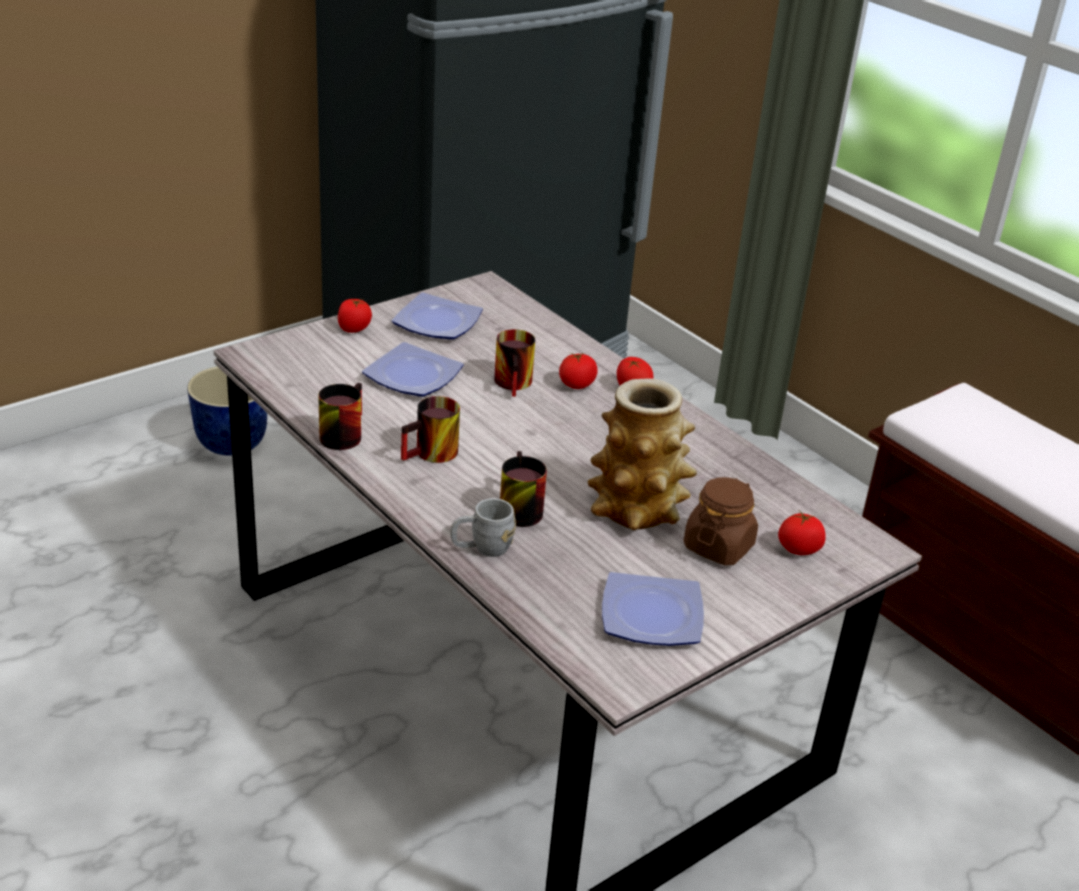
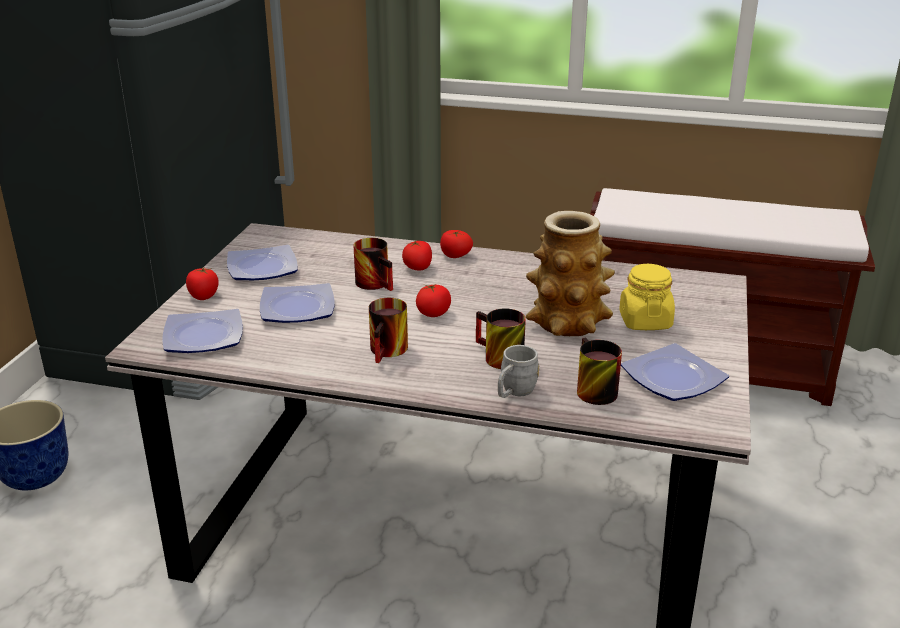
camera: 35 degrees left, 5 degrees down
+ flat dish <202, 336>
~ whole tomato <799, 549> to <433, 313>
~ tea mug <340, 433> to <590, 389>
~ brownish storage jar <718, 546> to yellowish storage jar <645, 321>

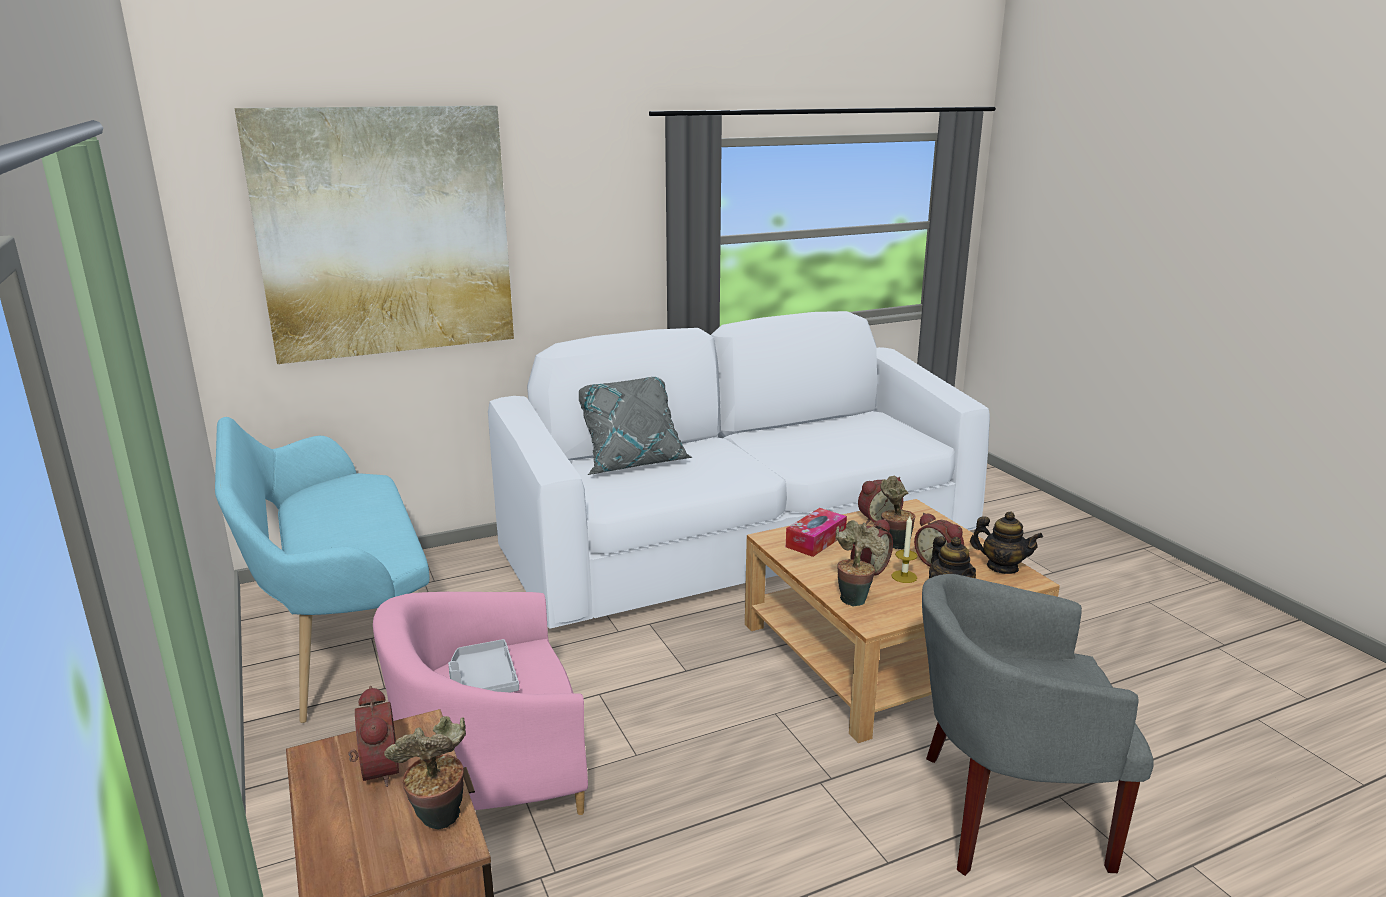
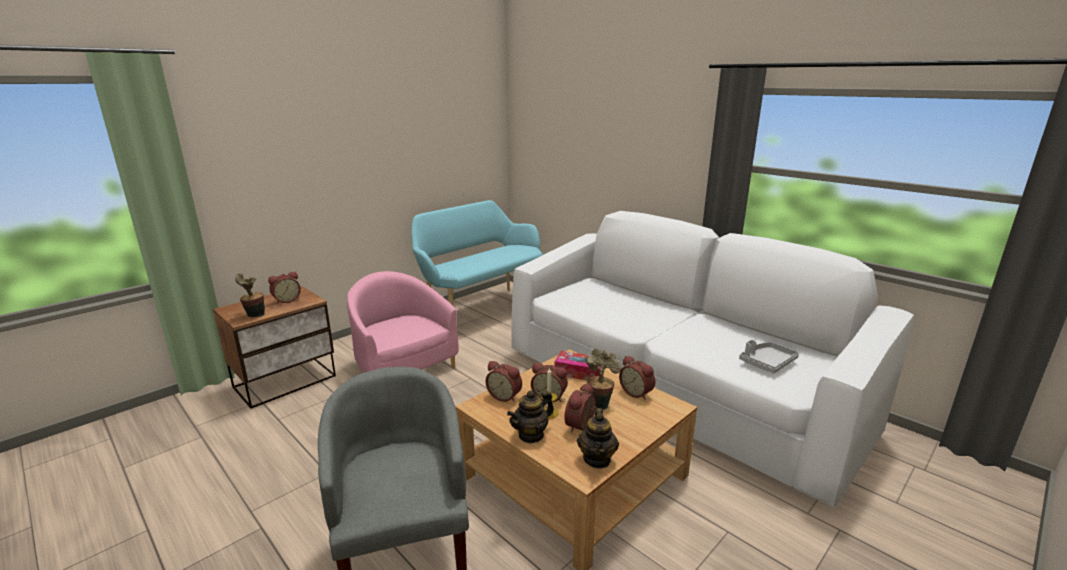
camera: 70 degrees right, 0 degrees up
~ plant in a pot <854, 598> to bedside clock <505, 396>
~ gray serving tray <482, 681> to <767, 363>
- picture <386, 233>
- gray throw pillow <631, 461>

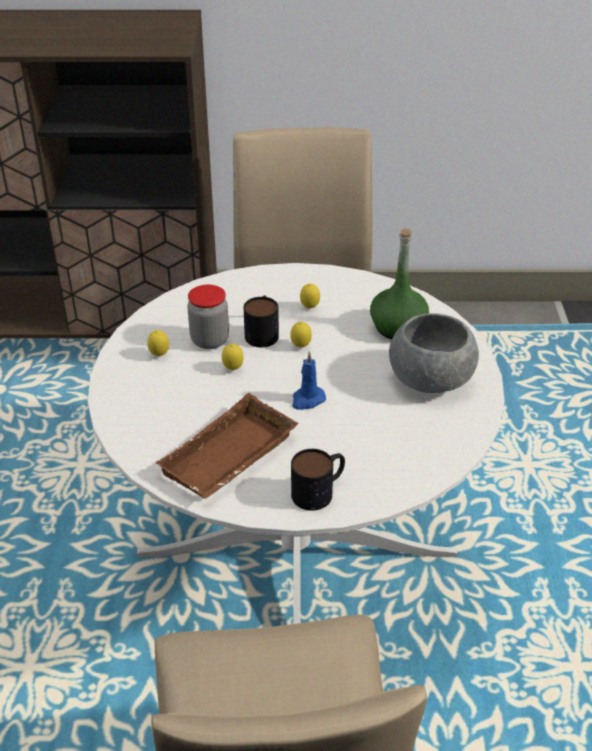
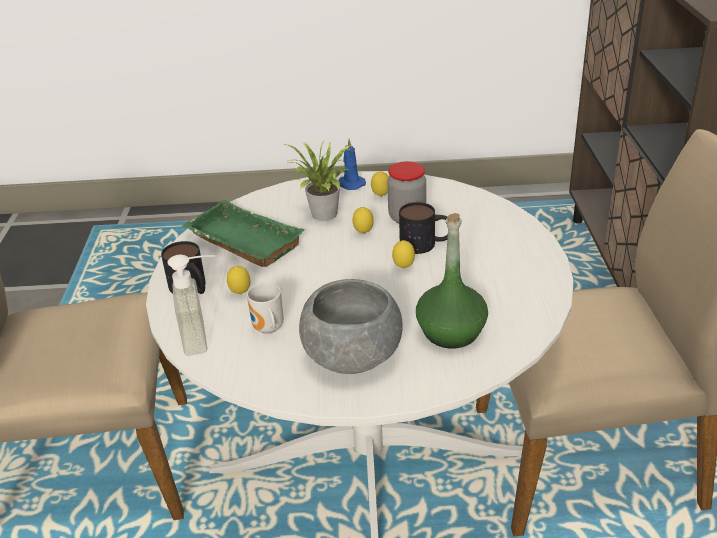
camera: 90 degrees right, 5 degrees down
+ soap bottle <205, 336>
~ brownish serving tray <230, 458> to greenish serving tray <240, 242>
~ whole lemon <309, 308> to <240, 293>
+ tea mug <267, 330>
+ plant in a pot <323, 216>
~ blue wax candle <307, 400> to <350, 184>

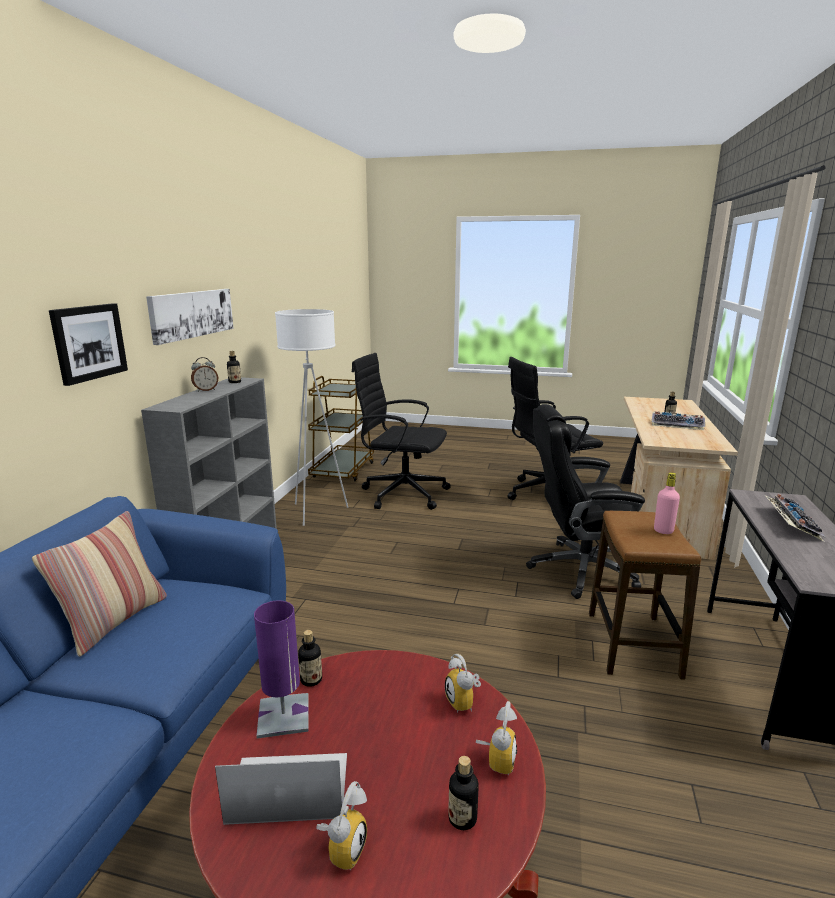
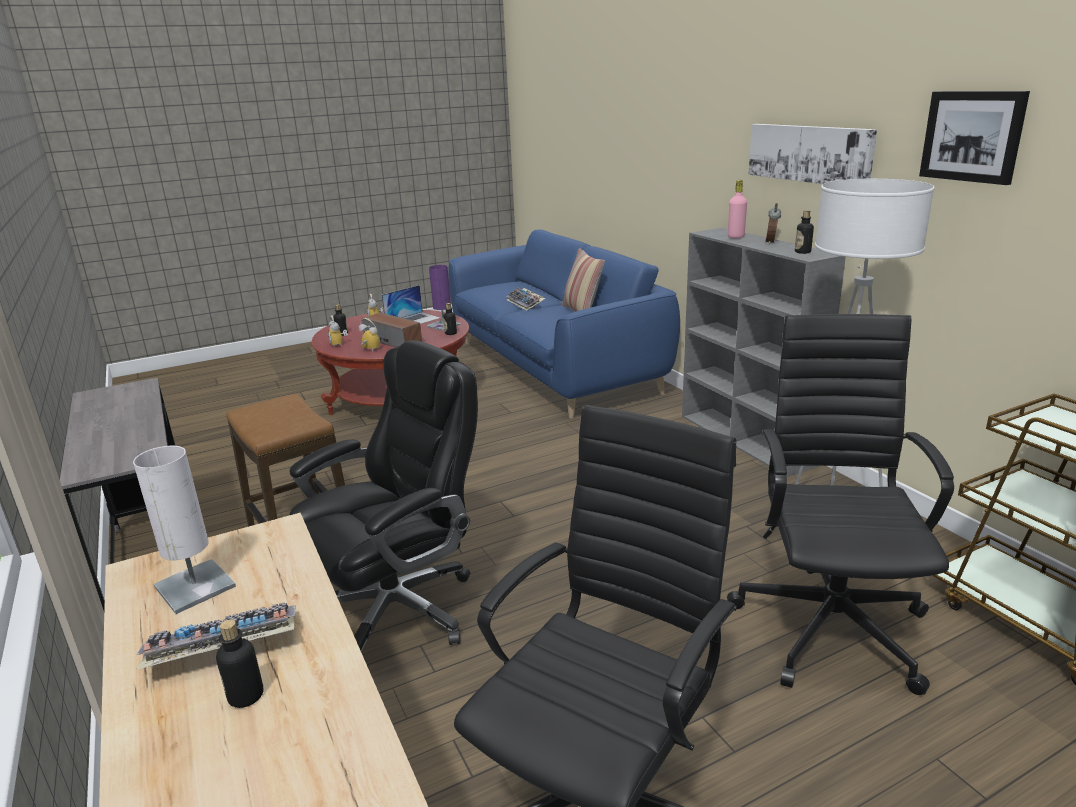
camera: 140 degrees right, 5 degrees up
+ whitish lamp for a table <195, 587>
+ speaker <393, 341>
~ computer keyboard <790, 522> to <526, 303>
~ black office chair <402, 493> = <830, 624> 60 degrees counterclockwise
~ pink-coloured beverage bottle <663, 531> to <735, 237>
~ picture <89, 342> to <972, 136>

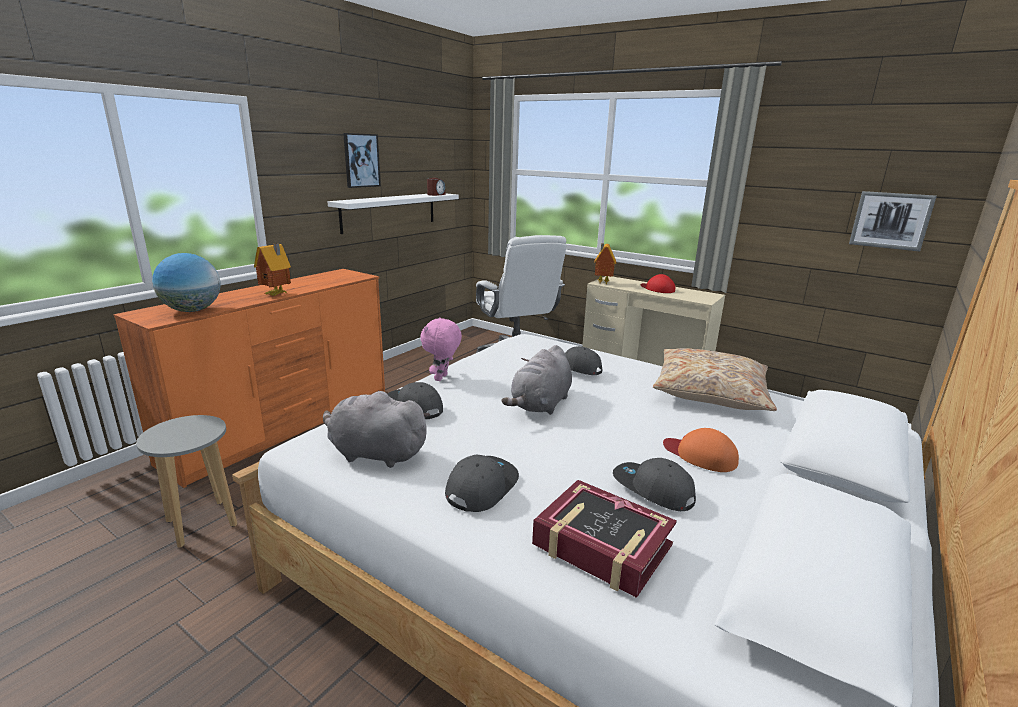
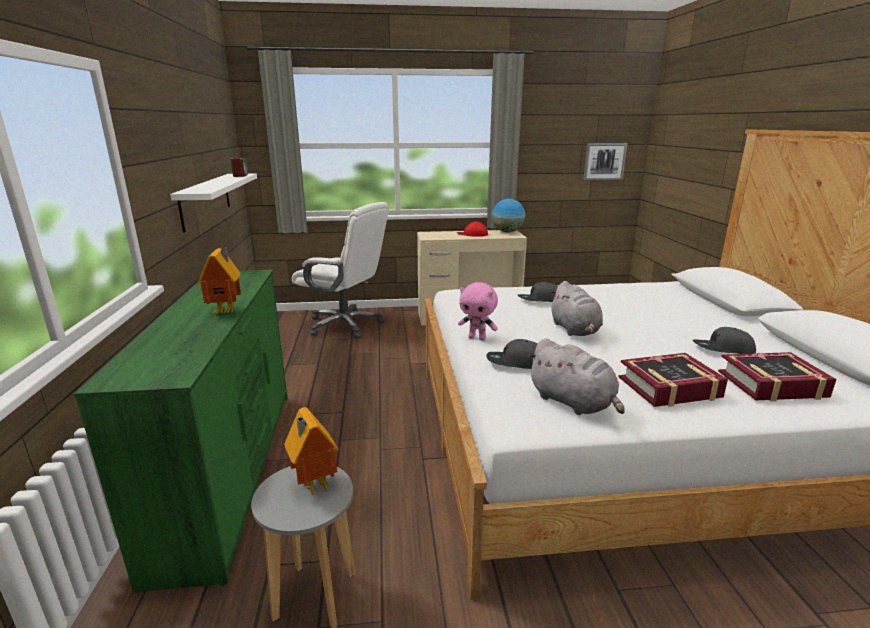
camera: 40 degrees left, 0 degrees up
~ orange drawer chest <285, 426> to greenish drawer chest <232, 470>
~ miniature house <602, 282> to <313, 485>
~ pink-coloured cuddly toy <442, 378> = <477, 338> 45 degrees counterclockwise
~ world globe <192, 310> to <507, 232>
~ gray cuddly toy <374, 454> = <573, 403> 105 degrees counterclockwise
~ gray baseball cap <481, 487> to volume <669, 388>
- picture <361, 160>
- beige-coloured throw pillow <710, 392>
- orange baseball cap <700, 455>

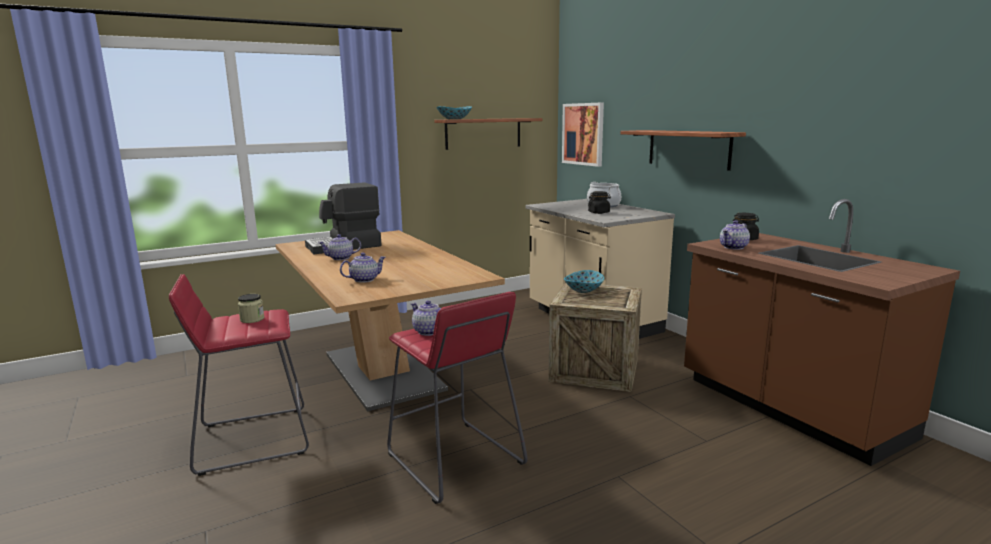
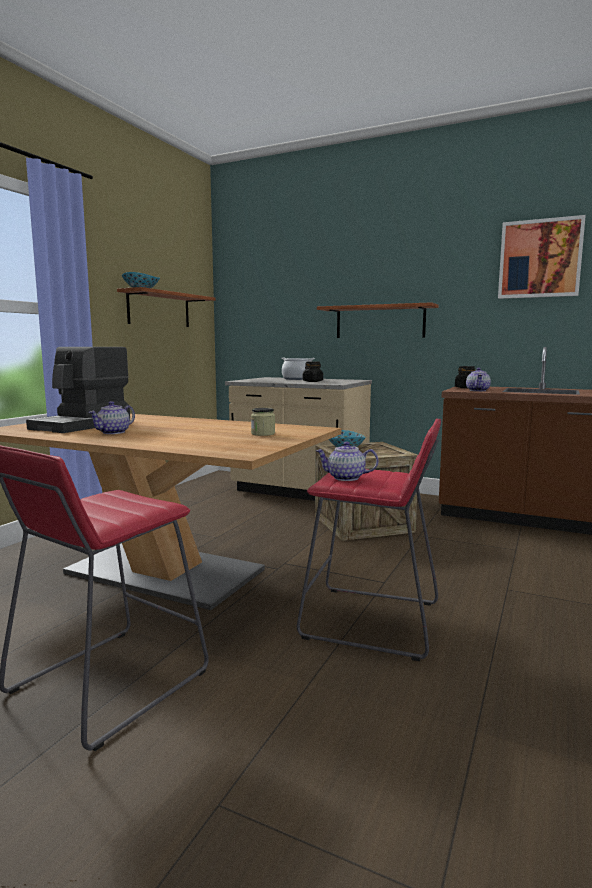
camera: 35 degrees left, 5 degrees down
~ storage jar <252, 319> to <263, 434>
~ picture <583, 134> to <540, 259>
- tea pot <364, 279>

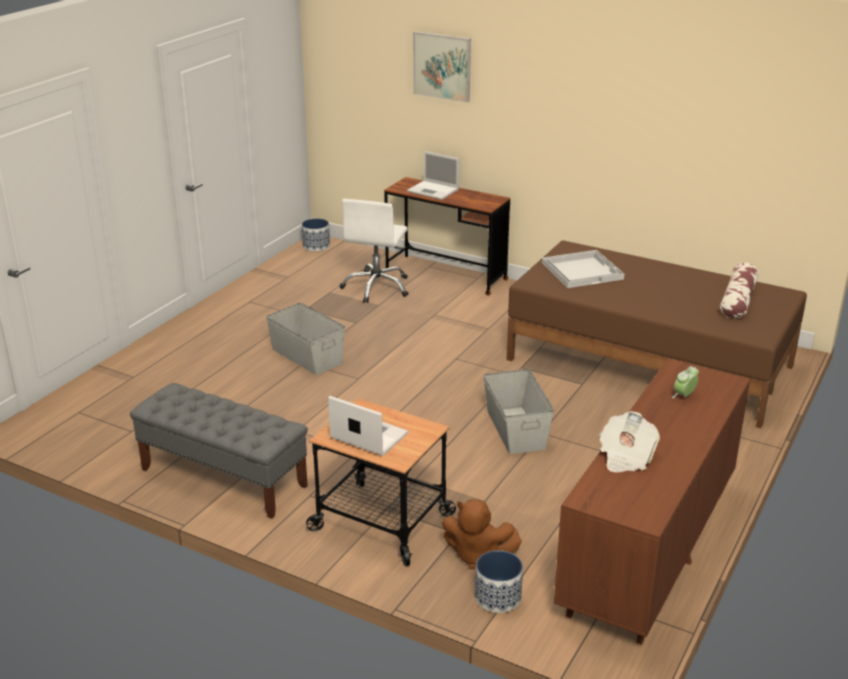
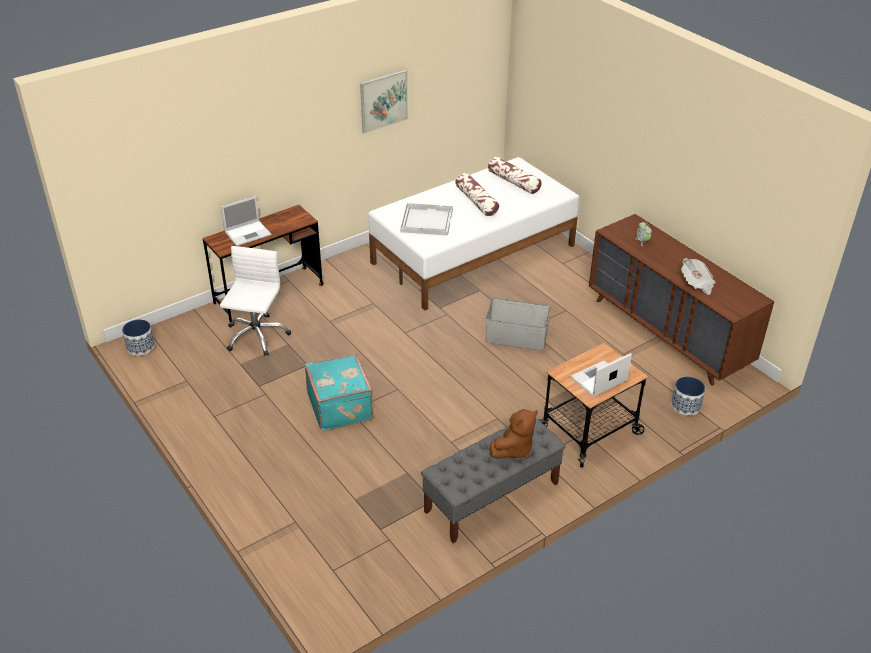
camera: 65 degrees left, 10 degrees up
~ whitish office chair <377, 287> = <256, 336> 120 degrees counterclockwise
~ gray storage bin <307, 356> to turquoise-coloured travel case <341, 406>
~ picture <442, 66> to <383, 101>
~ brownish bed <649, 363> to whitish bed <474, 254>
+ throw pillow <476, 201>
~ brownish cuddly toy <477, 555> to <514, 449>

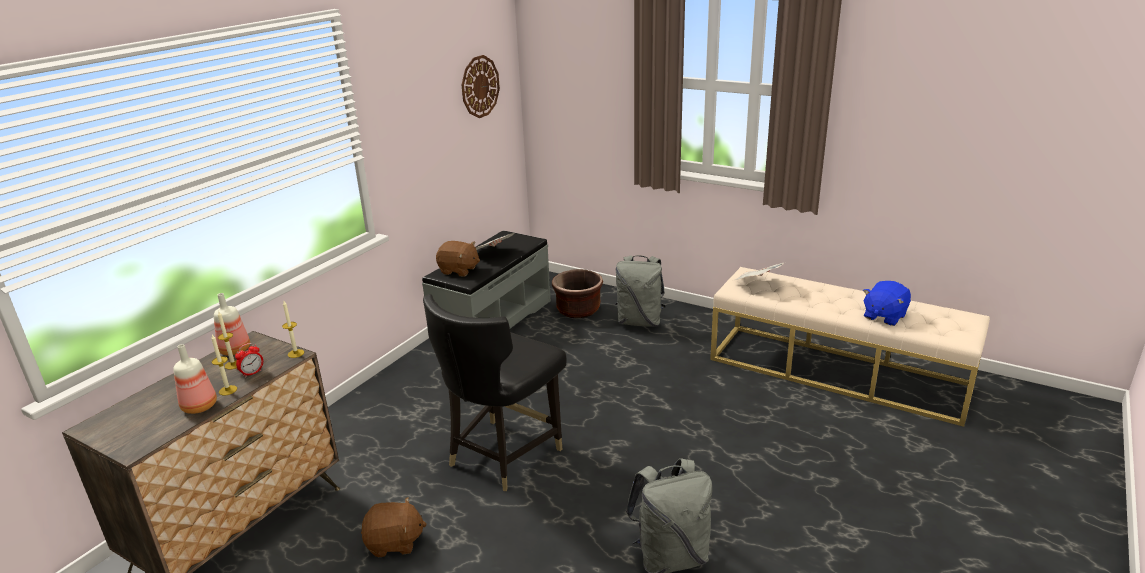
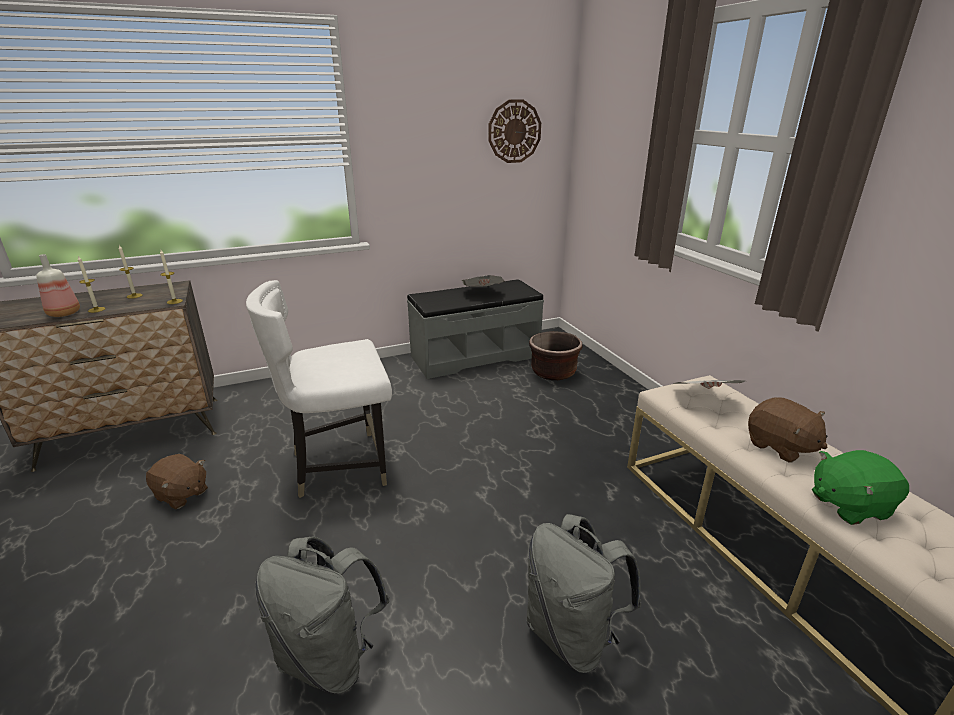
camera: 35 degrees right, 0 degrees up
~ black chair <503, 455> to whitish chair <339, 465>
~ gray backpack <640, 321> to <572, 635>
~ brownish cuddly toy <459, 270> to <780, 447>
~ blue cuddly toy <884, 316> to greenish cuddly toy <848, 505>
- beverage bottle <234, 350>
- bedside clock <252, 373>

